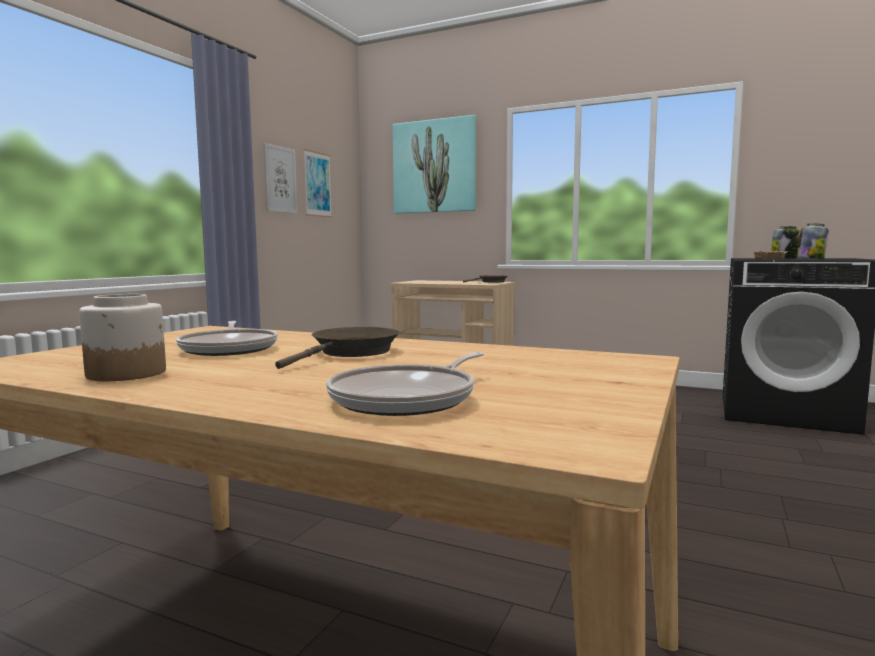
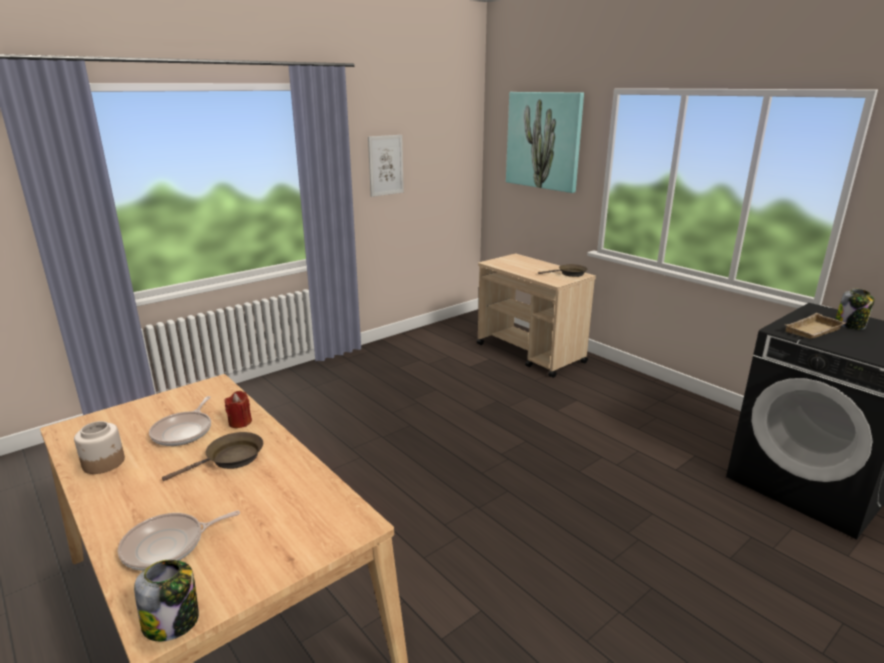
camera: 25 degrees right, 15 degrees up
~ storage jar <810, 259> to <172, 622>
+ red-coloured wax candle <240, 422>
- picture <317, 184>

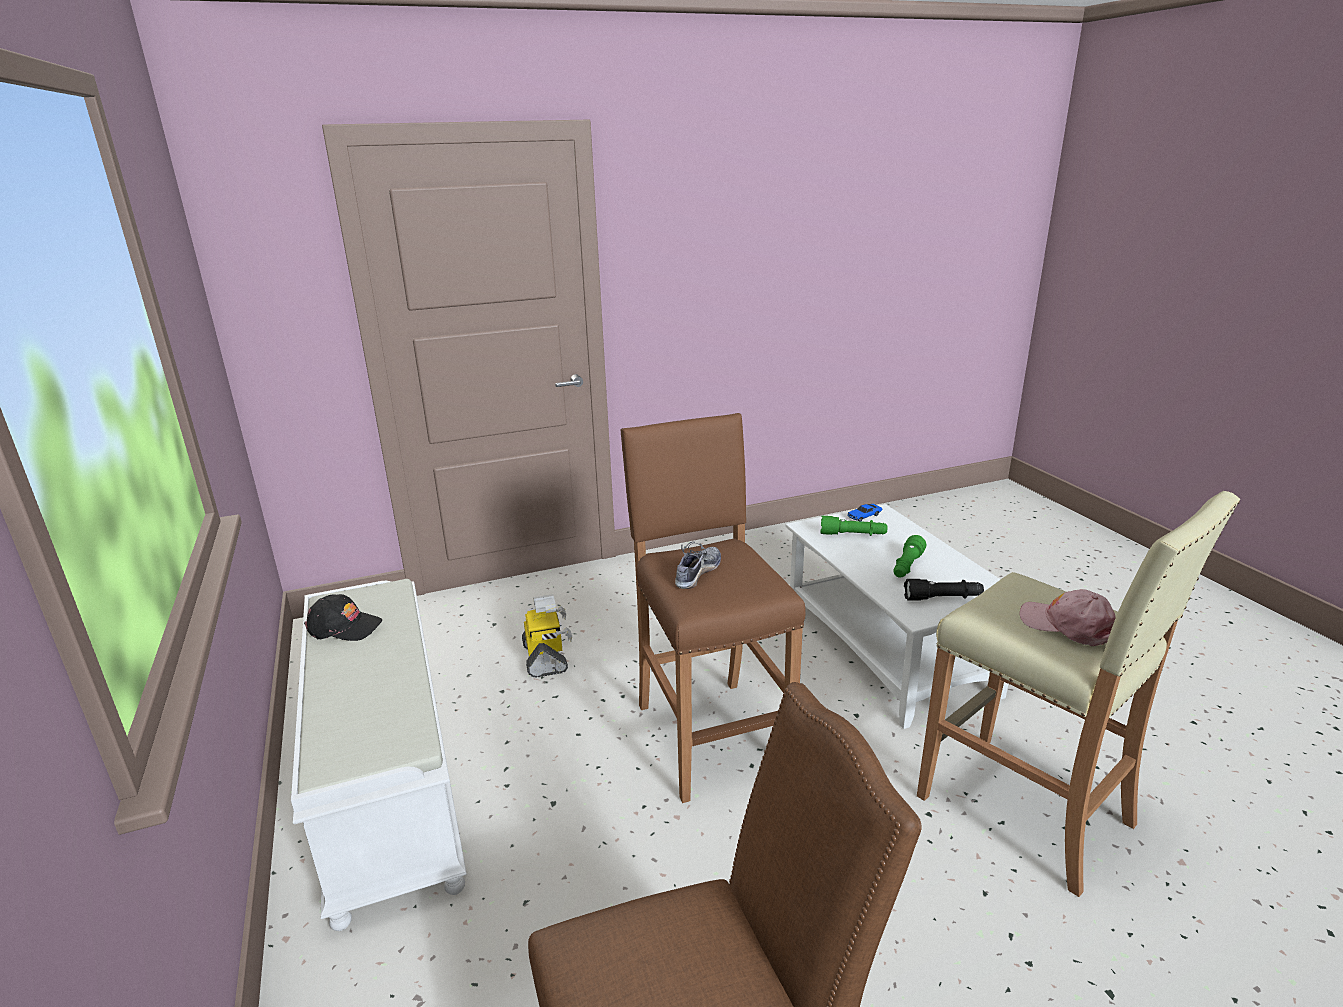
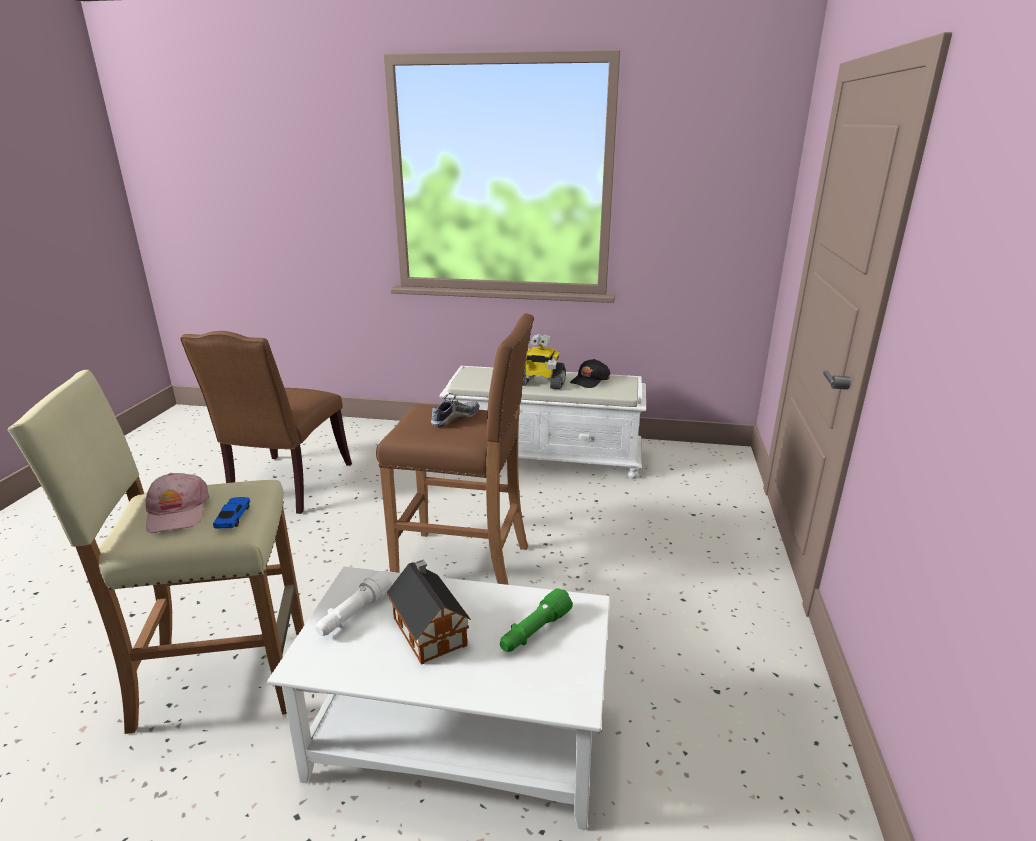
camera: 120 degrees right, 0 degrees up
~ pink-coloured baseball cap <1067, 625> = <177, 512> 90 degrees clockwise
~ miniature car <864, 516> to <233, 517>
~ black flashlight <943, 598> to whitish flashlight <354, 614>
~ greenish flashlight <907, 566> to miniature house <429, 629>
~ shoe <697, 573> = <455, 418> 105 degrees counterclockwise
~ toy robot <546, 658> to <540, 383>

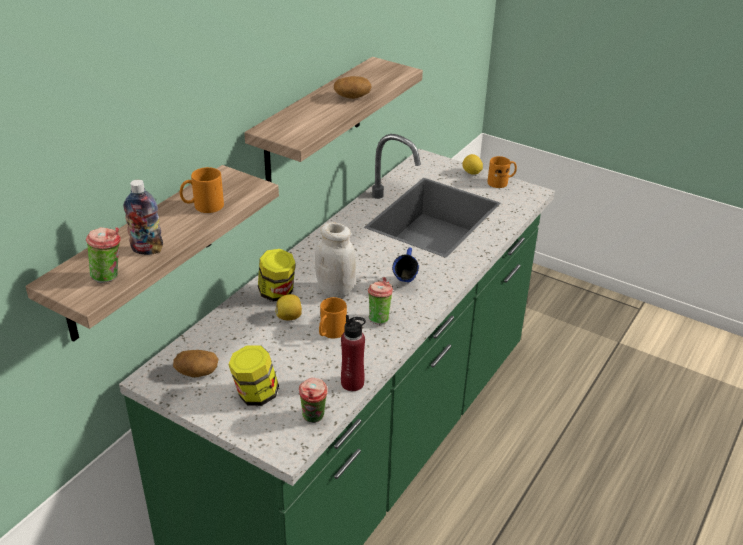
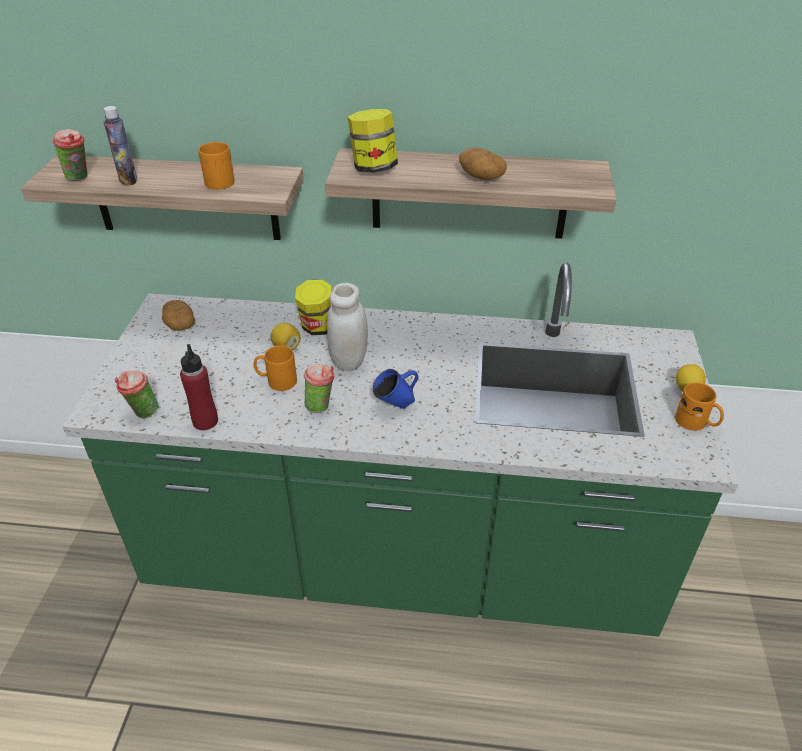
camera: 65 degrees right, 5 degrees up
~ storage jar <255, 395> to <373, 168>

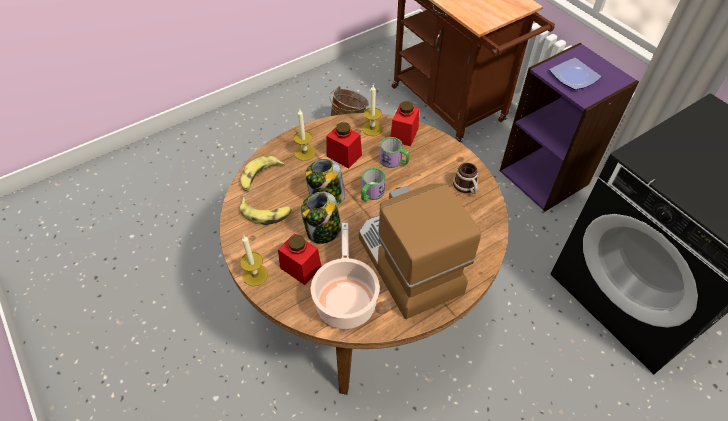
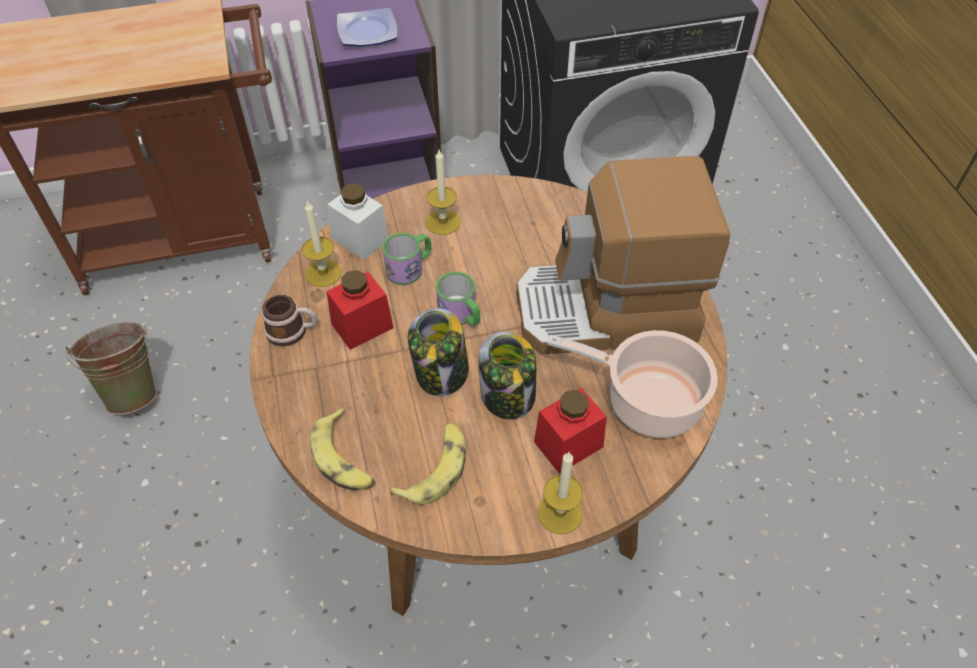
camera: 70 degrees left, 0 degrees up
~ tea mug <466, 187> to <292, 331>
~ red-coloured storage jar <404, 134> to whitish storage jar <360, 239>
~ wax candle <304, 152> to <443, 222>

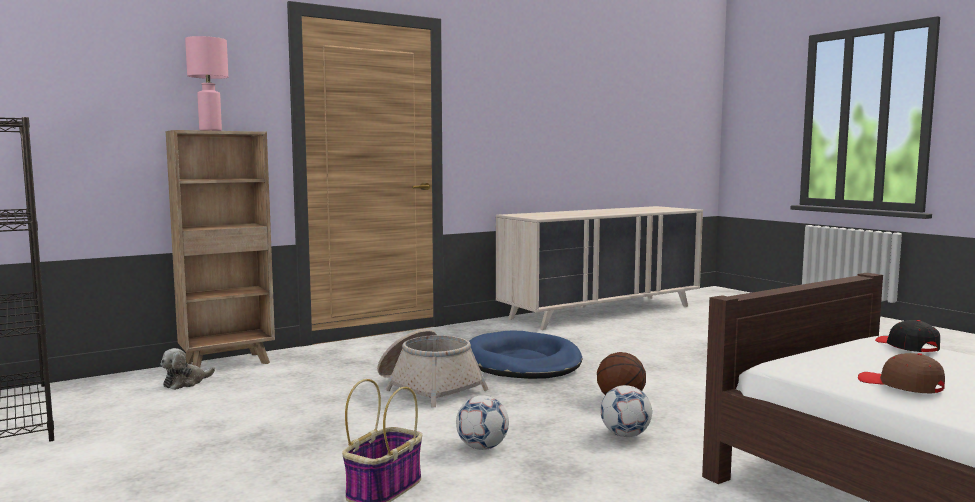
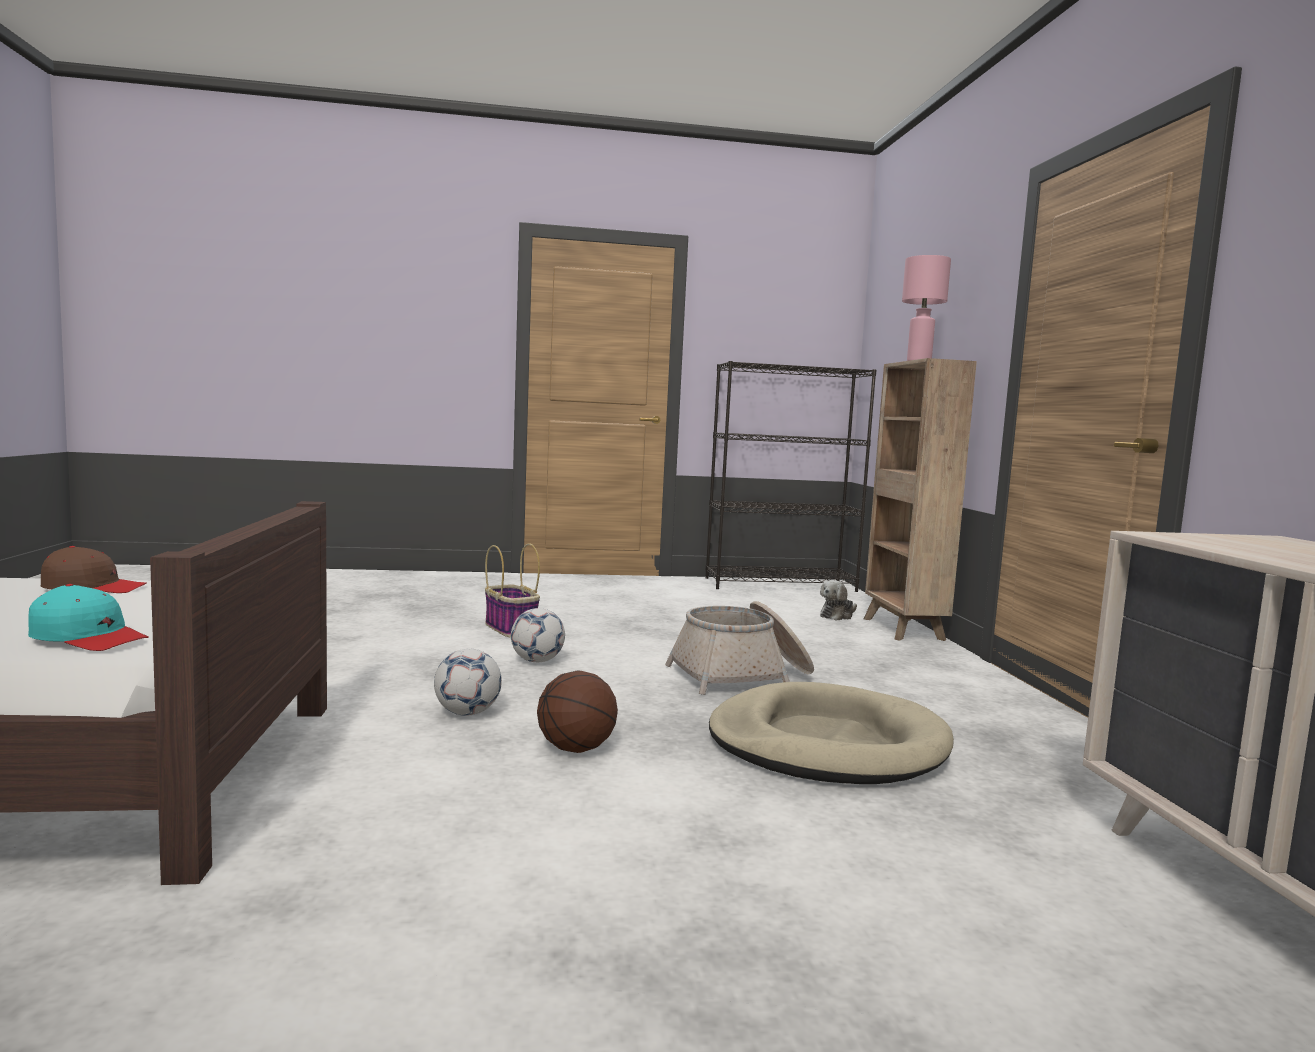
camera: 115 degrees right, 0 degrees up
~ black baseball cap <906, 347> to turquoise-coloured baseball cap <88, 638>
~ blue dog cushion <522, 362> to beige-coloured dog cushion <826, 744>
~ cuddly toy <186, 383> = <837, 615> 105 degrees counterclockwise

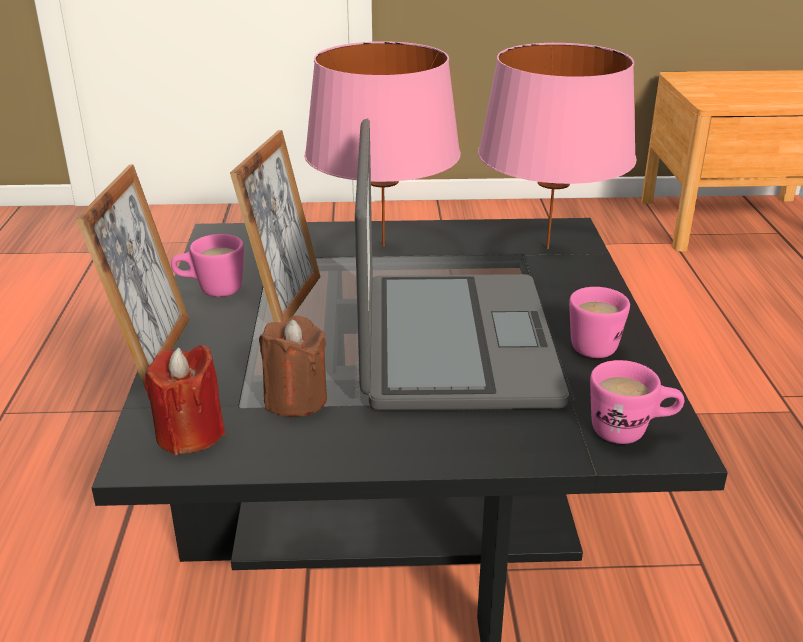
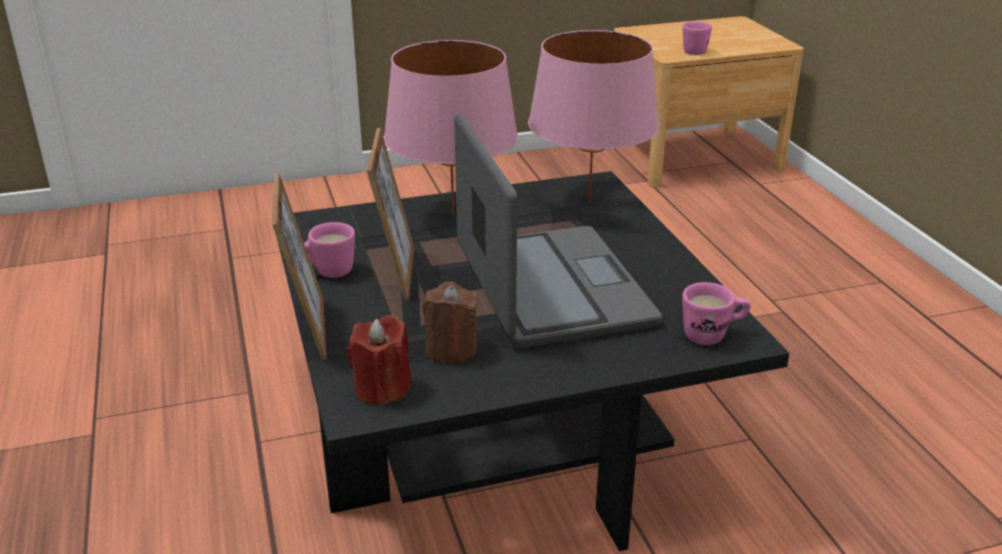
camera: 15 degrees left, 0 degrees up
~ pink-coloured tea mug <591, 343> to <692, 51>

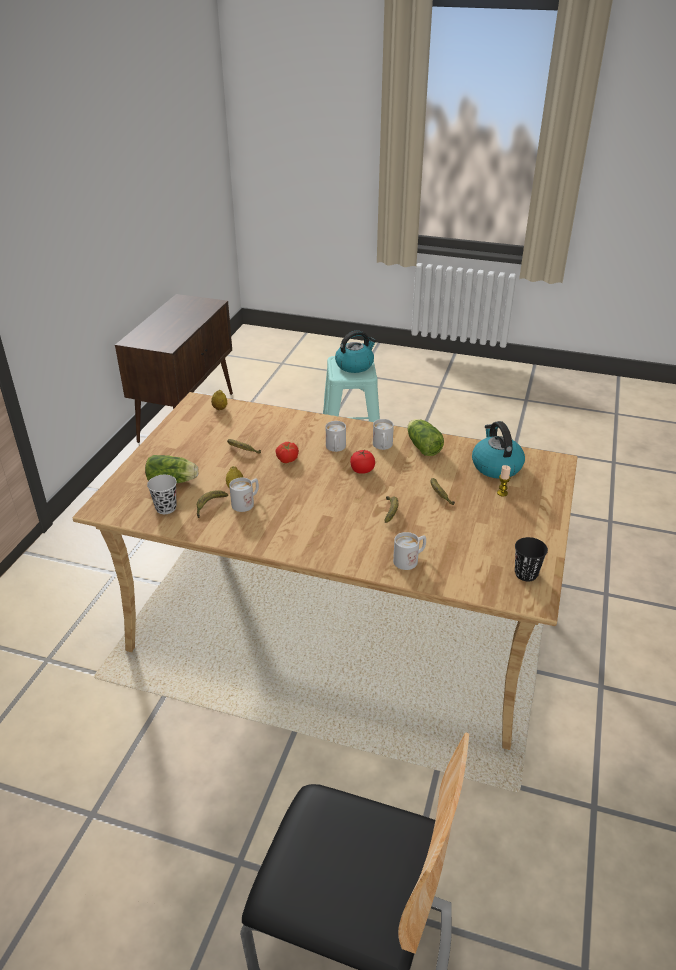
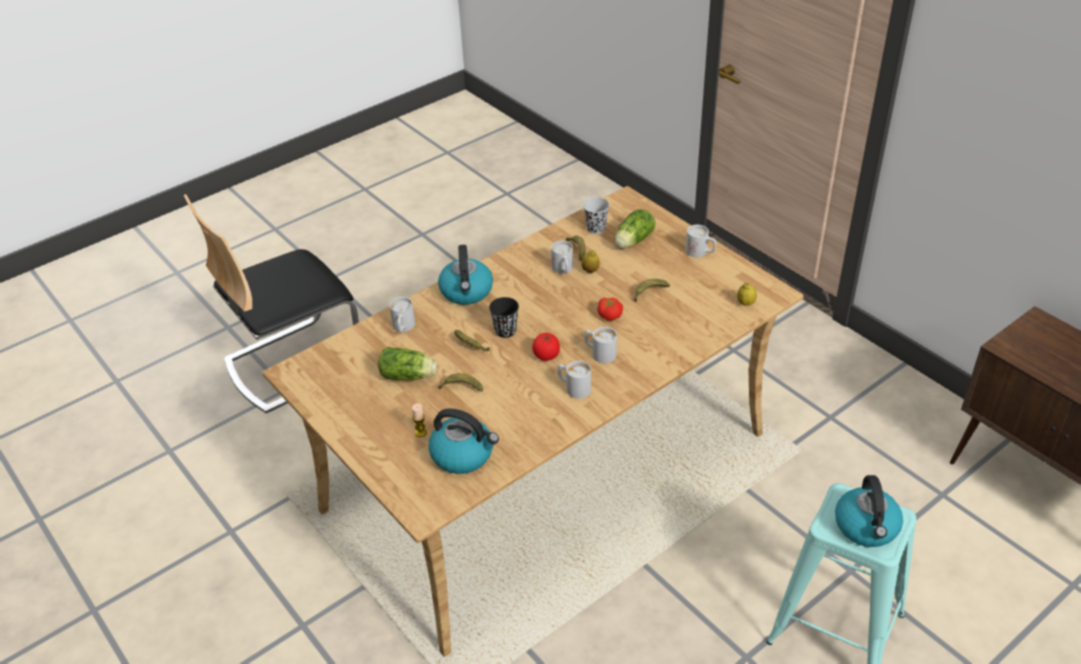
camera: 125 degrees right, 5 degrees up
~ lettuce head <422, 446> to <409, 376>
+ water kettle <467, 292>
~ black small cup <526, 574> to <505, 331>
+ whitish tea mug <700, 252>

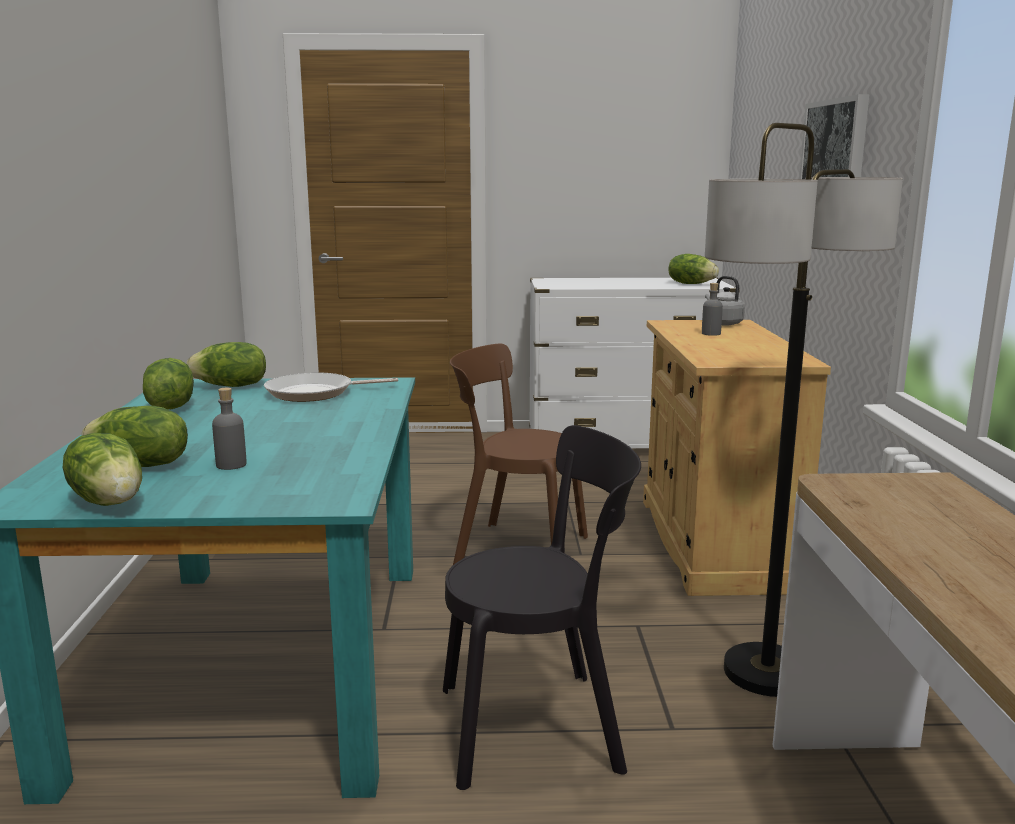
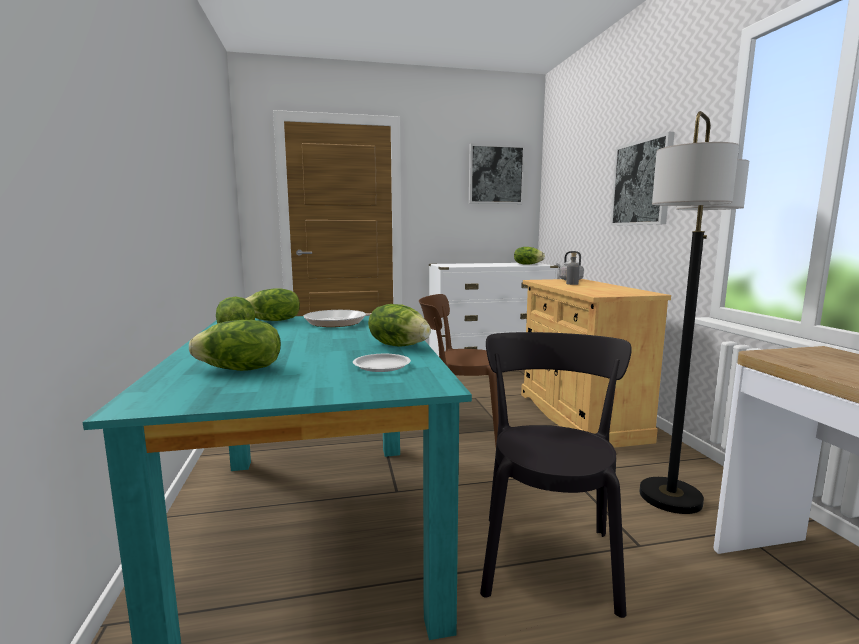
camera: 10 degrees left, 5 degrees down
+ whitish flat dish <382, 366>
~ lettuce head <110, 501> to <399, 345>
+ picture <496, 174>
~ black chair <539, 727> = <548, 555> 60 degrees counterclockwise
- gray beverage bottle <231, 465>

